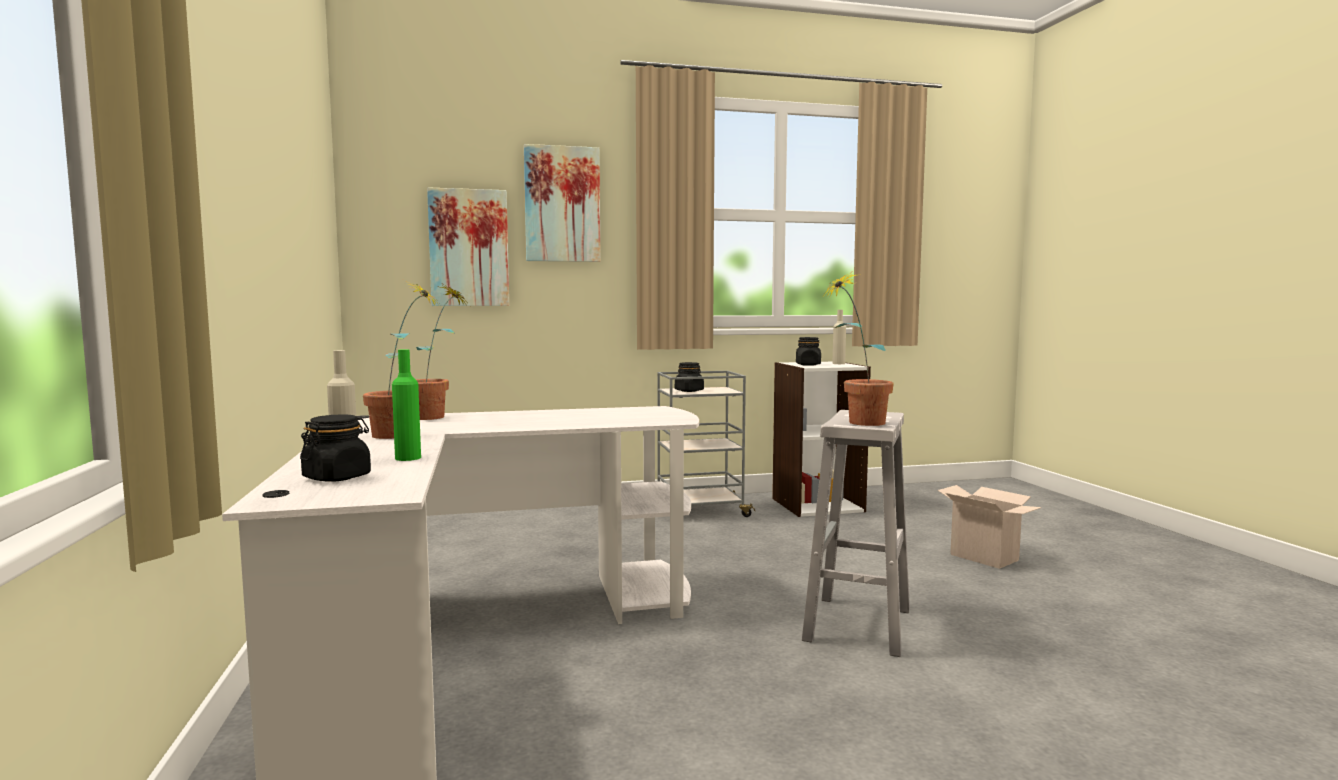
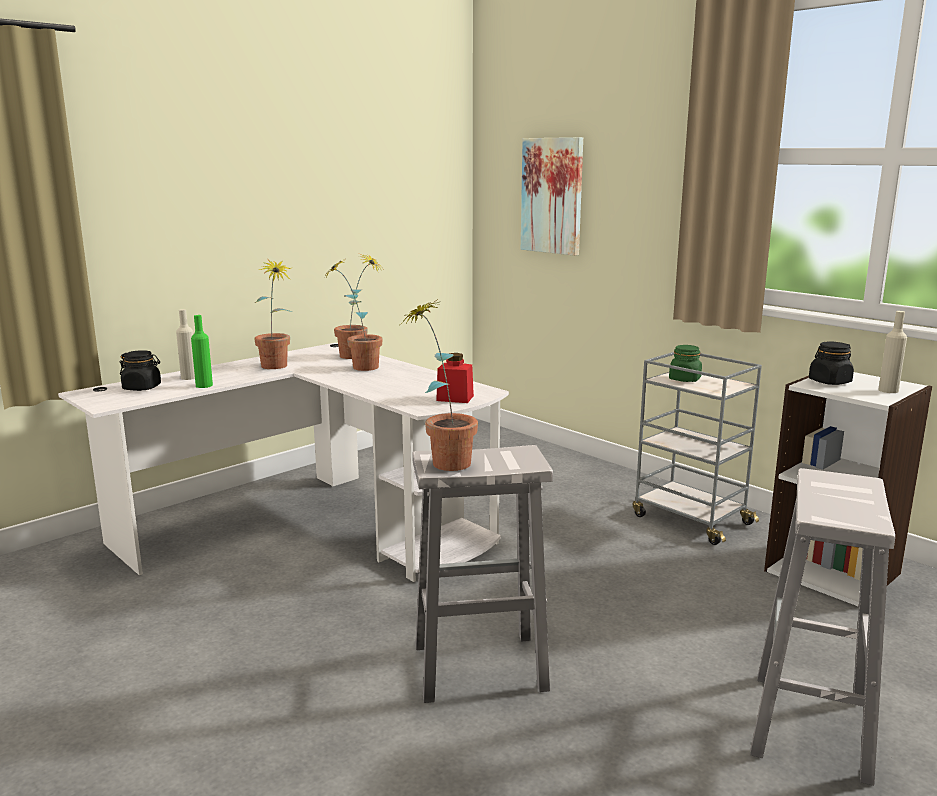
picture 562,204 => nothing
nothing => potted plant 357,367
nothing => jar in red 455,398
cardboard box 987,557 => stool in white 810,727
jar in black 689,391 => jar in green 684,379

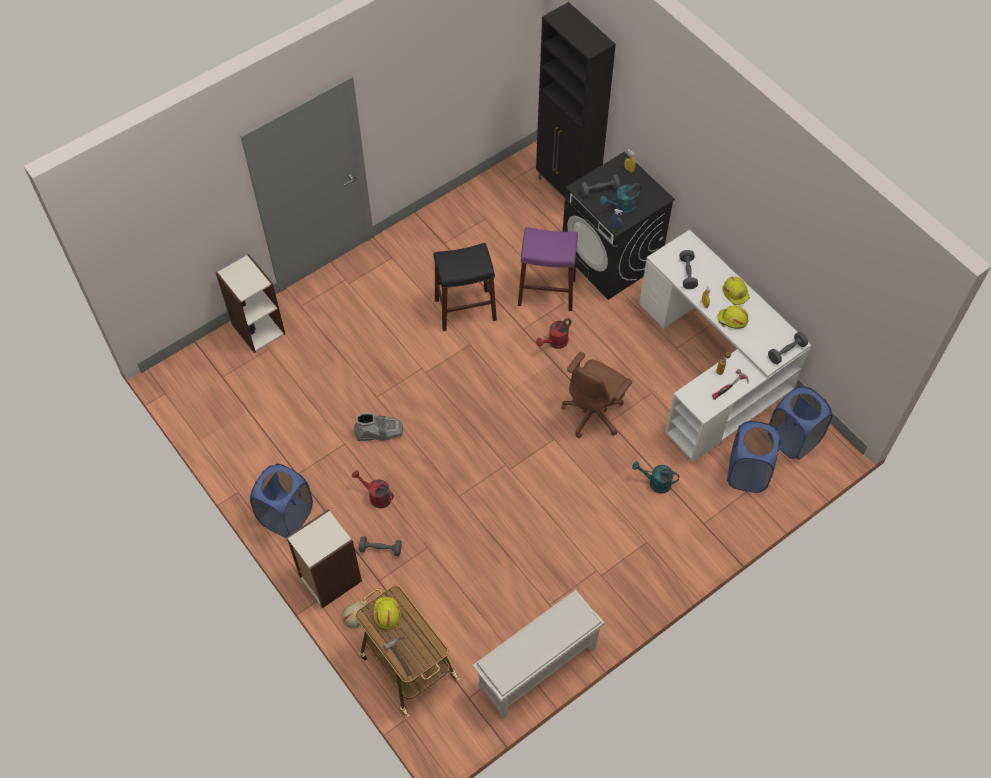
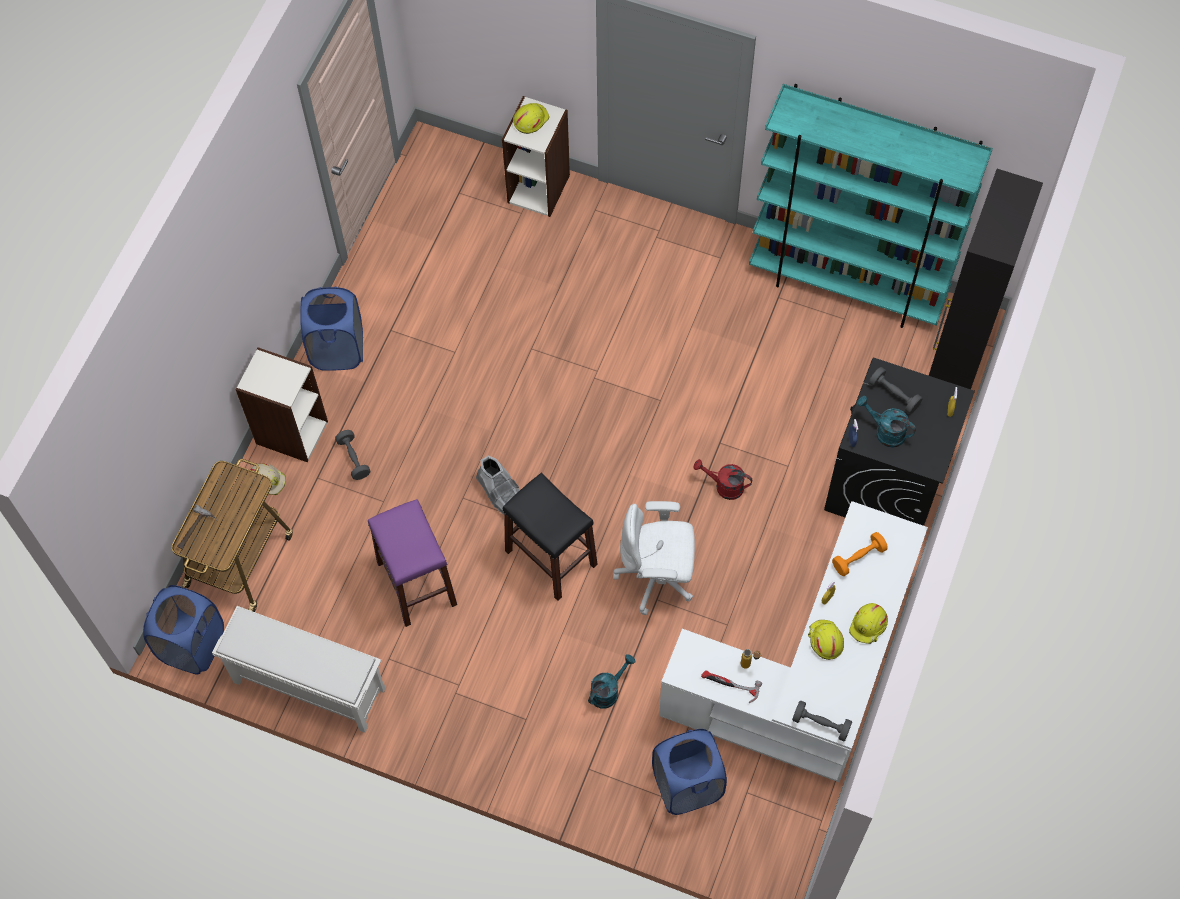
watering can in red 376,496 => nothing
nothing => bookcase in turquoise 848,285
boot in grey 379,431 => boot in grey 501,493, move
hard hat in yellow 386,614 => hard hat in yellow 530,119, move
stool in black 465,309 => stool in black 551,558, move
stool in purple 546,292 => stool in purple 417,583, move
laundry basket in blue 792,439 => laundry basket in blue 192,645, move
office chair in brown 594,413 => office chair in white 657,577
dumbbell in grey 687,274 => dumbbell in orange 858,558
watering can in turquoise 655,483 => watering can in turquoise 608,690, 60 degrees clockwise

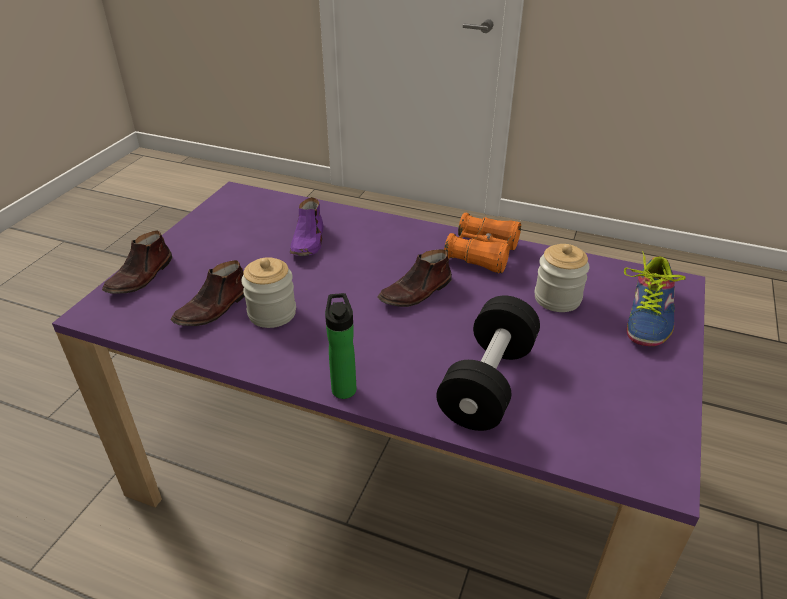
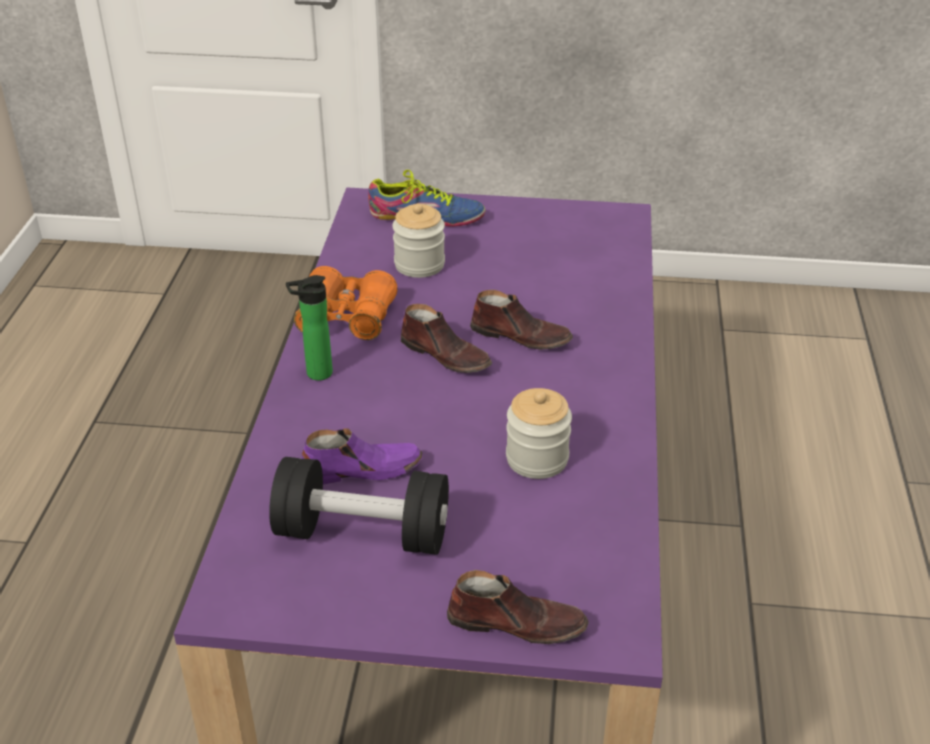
shoe in brown 214,308 => shoe in brown 521,336, move
bottle 343,387 => bottle 315,374, move
dumbbell in black 488,382 => dumbbell in black 362,533, move

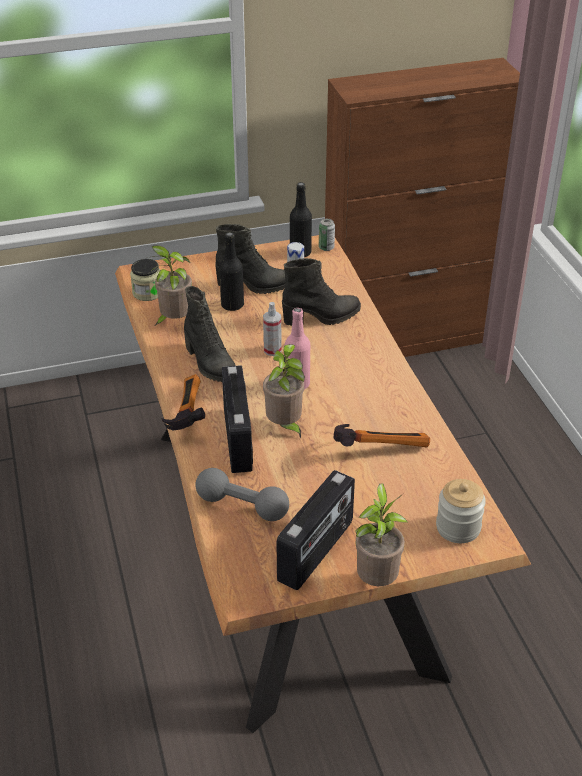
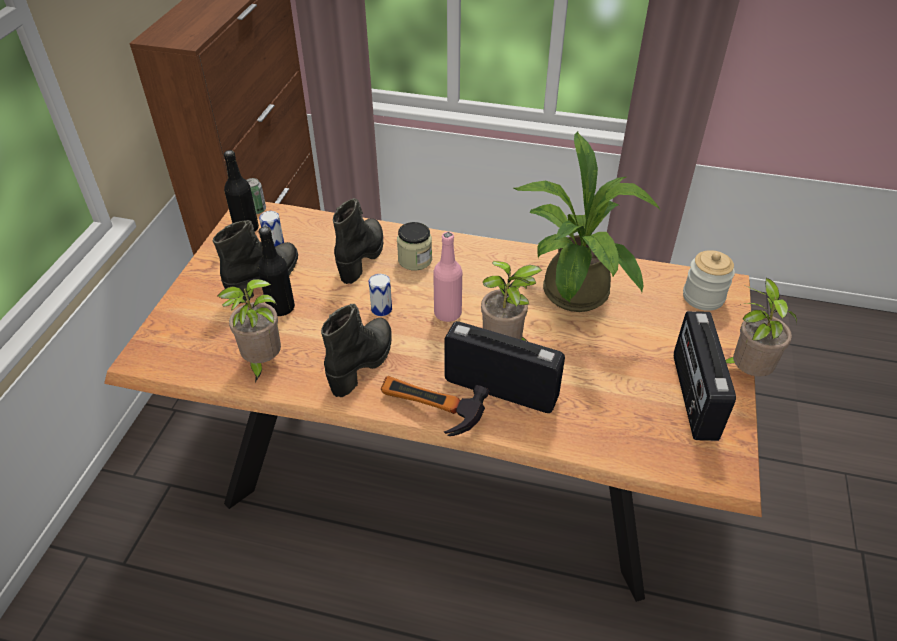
dumbbell in grey 242,506 => nothing
jar 147,293 => jar 415,260, move
spray bottle 272,350 => can 381,309
hammer 379,447 => potted plant 574,299
boot in black 209,364 => boot in black 363,363, 60 degrees counterclockwise
radio 317,552 => radio 692,396, 150 degrees counterclockwise

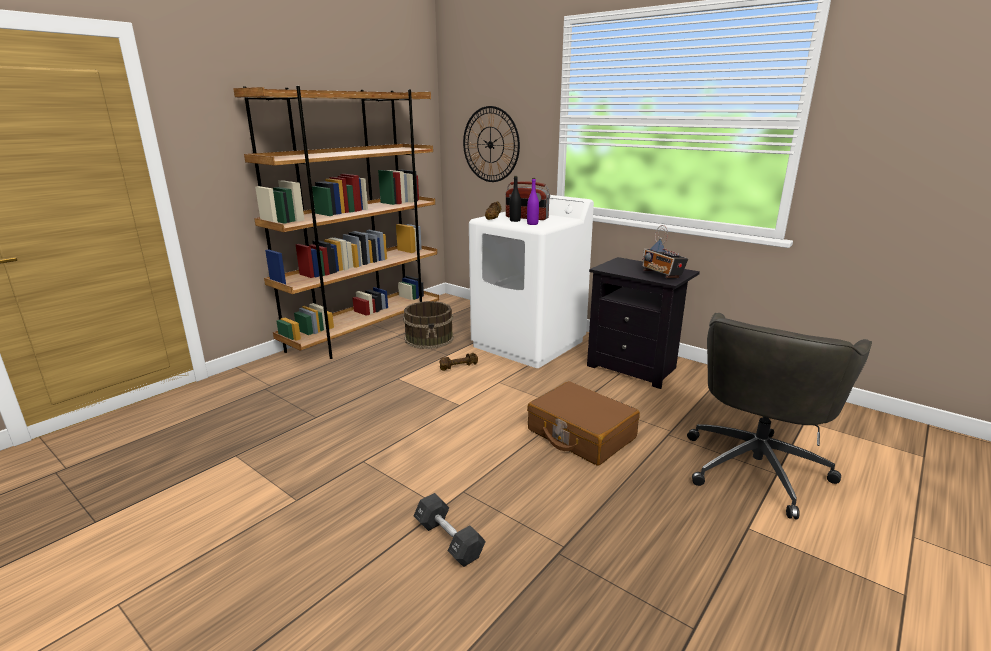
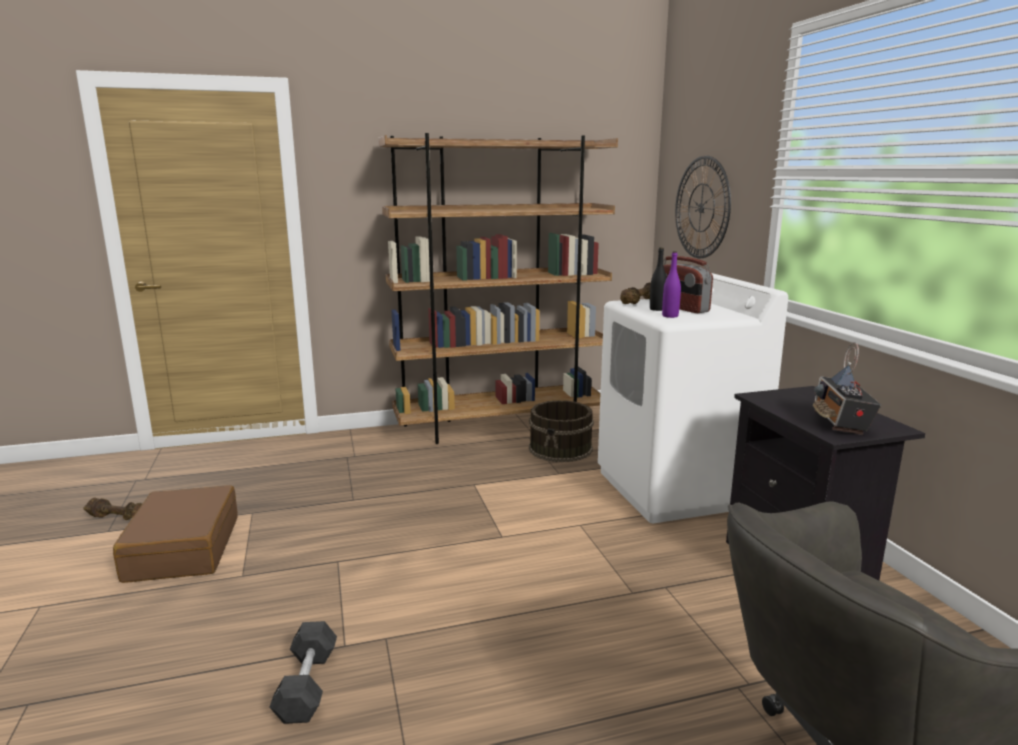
dumbbell in brown 458,367 => dumbbell in brown 117,517, move
suitcase in brown 580,434 => suitcase in brown 182,548, move

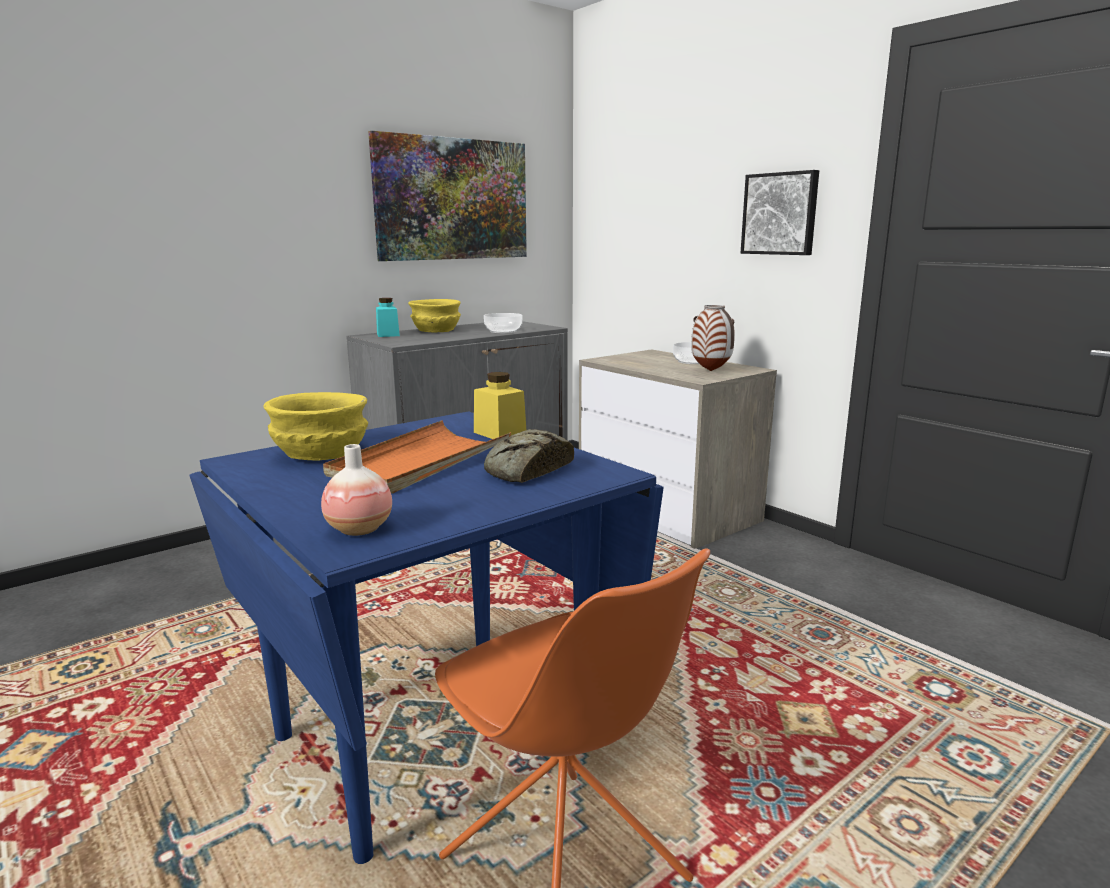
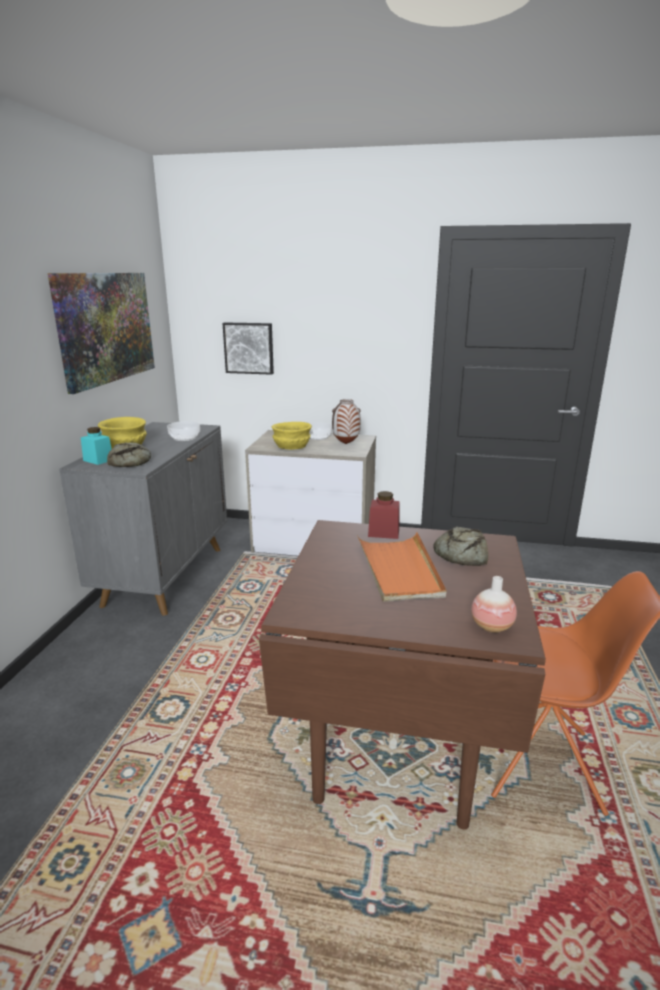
nothing => bread 132,461
bowl in yellow 320,453 => bowl in yellow 291,447, move
picture 780,214 => picture 249,348, move
dining table in blue 436,736 => dining table in brown 398,742
jar in yellow 500,433 => jar in red 383,532

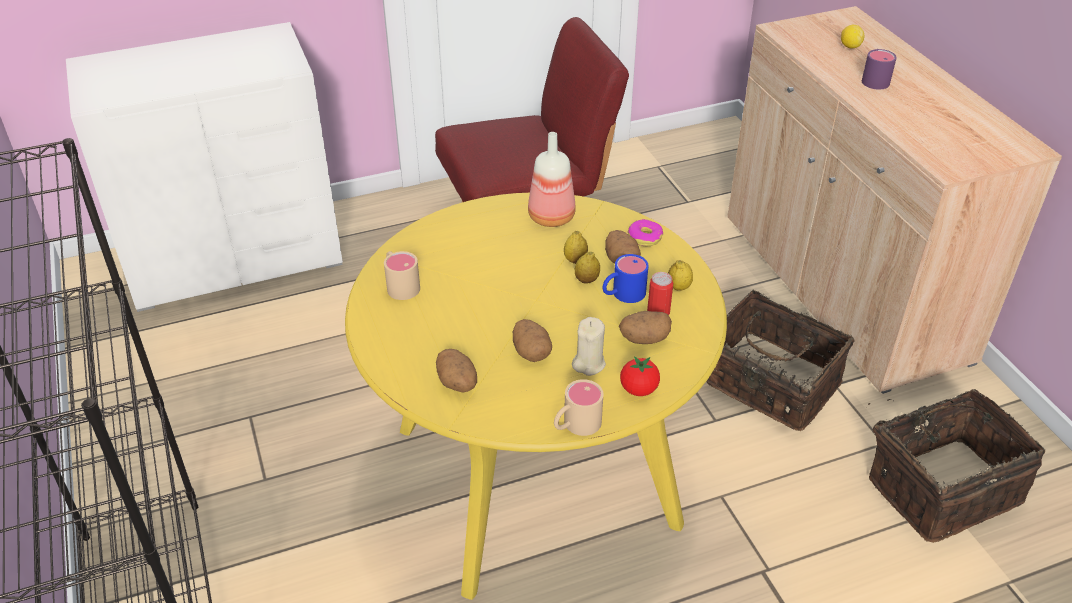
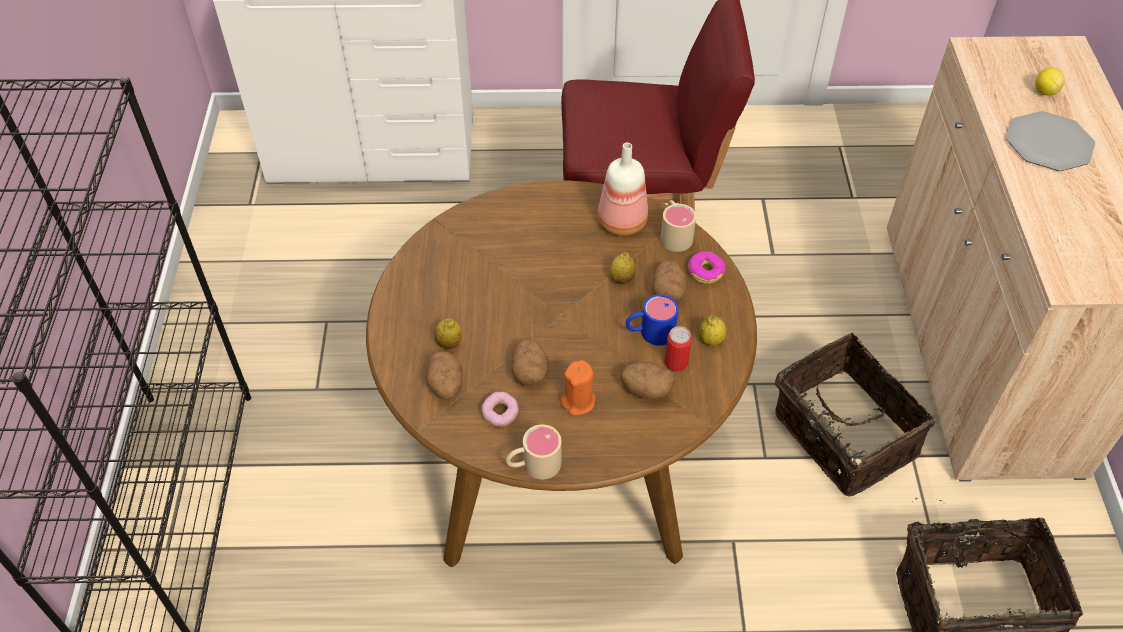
tomato 638,389 => nothing
nothing => donut 500,414
mug in beige 400,284 => mug in beige 674,234, move
lemon 586,280 => lemon 449,343, move
mug in purple 874,79 => plate 1049,143
dining table in yellow 536,475 => dining table in brown 561,462
candle in beige 588,363 => candle in orange 578,401

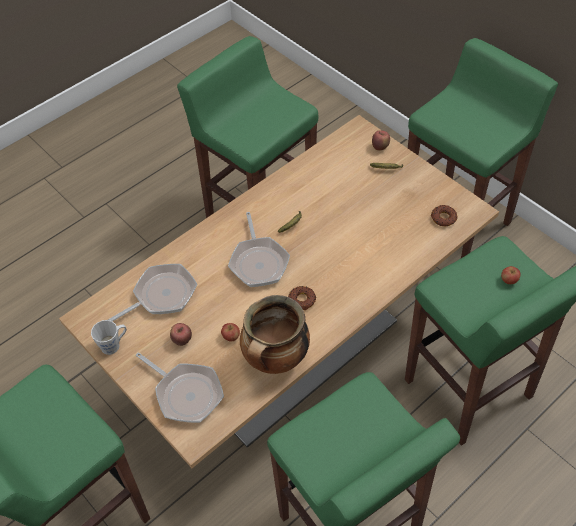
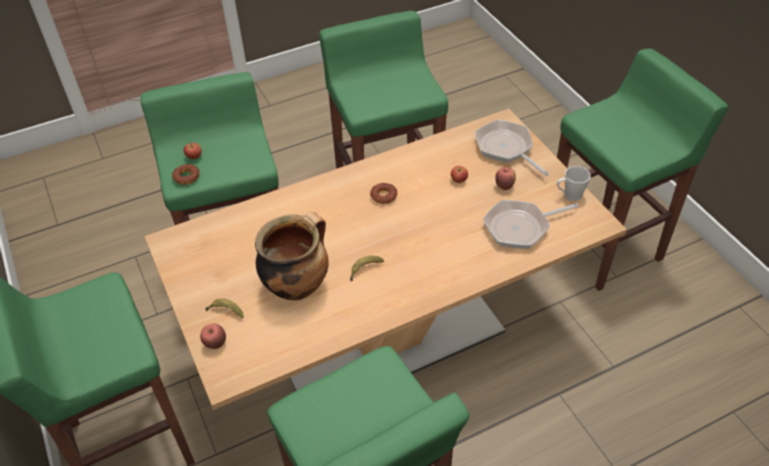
frying pan 258,262 => nothing
cooking pot 276,360 => cooking pot 297,285, move
donut 443,218 => donut 186,177, move

